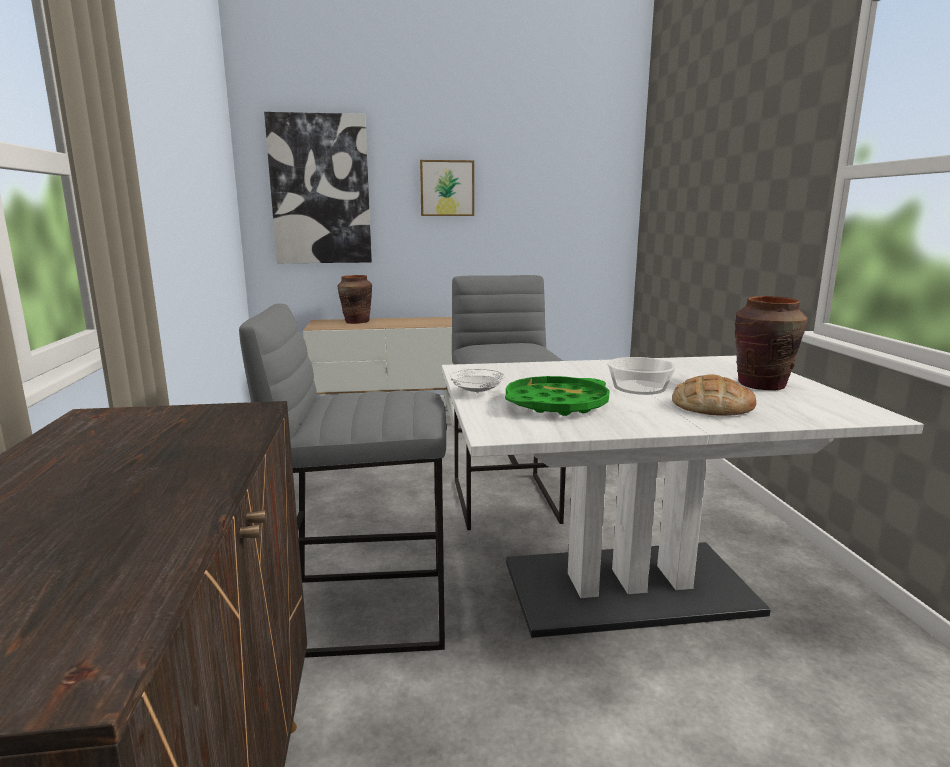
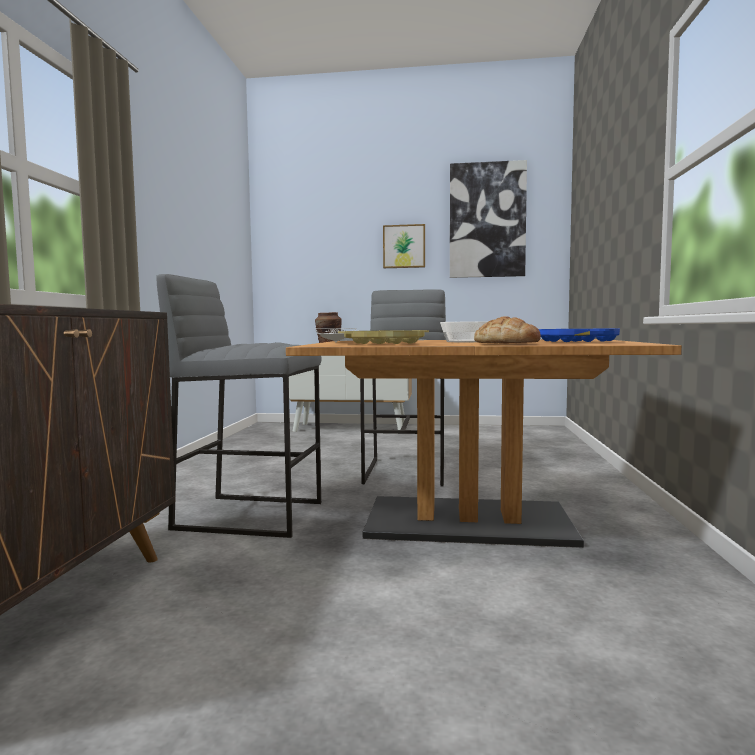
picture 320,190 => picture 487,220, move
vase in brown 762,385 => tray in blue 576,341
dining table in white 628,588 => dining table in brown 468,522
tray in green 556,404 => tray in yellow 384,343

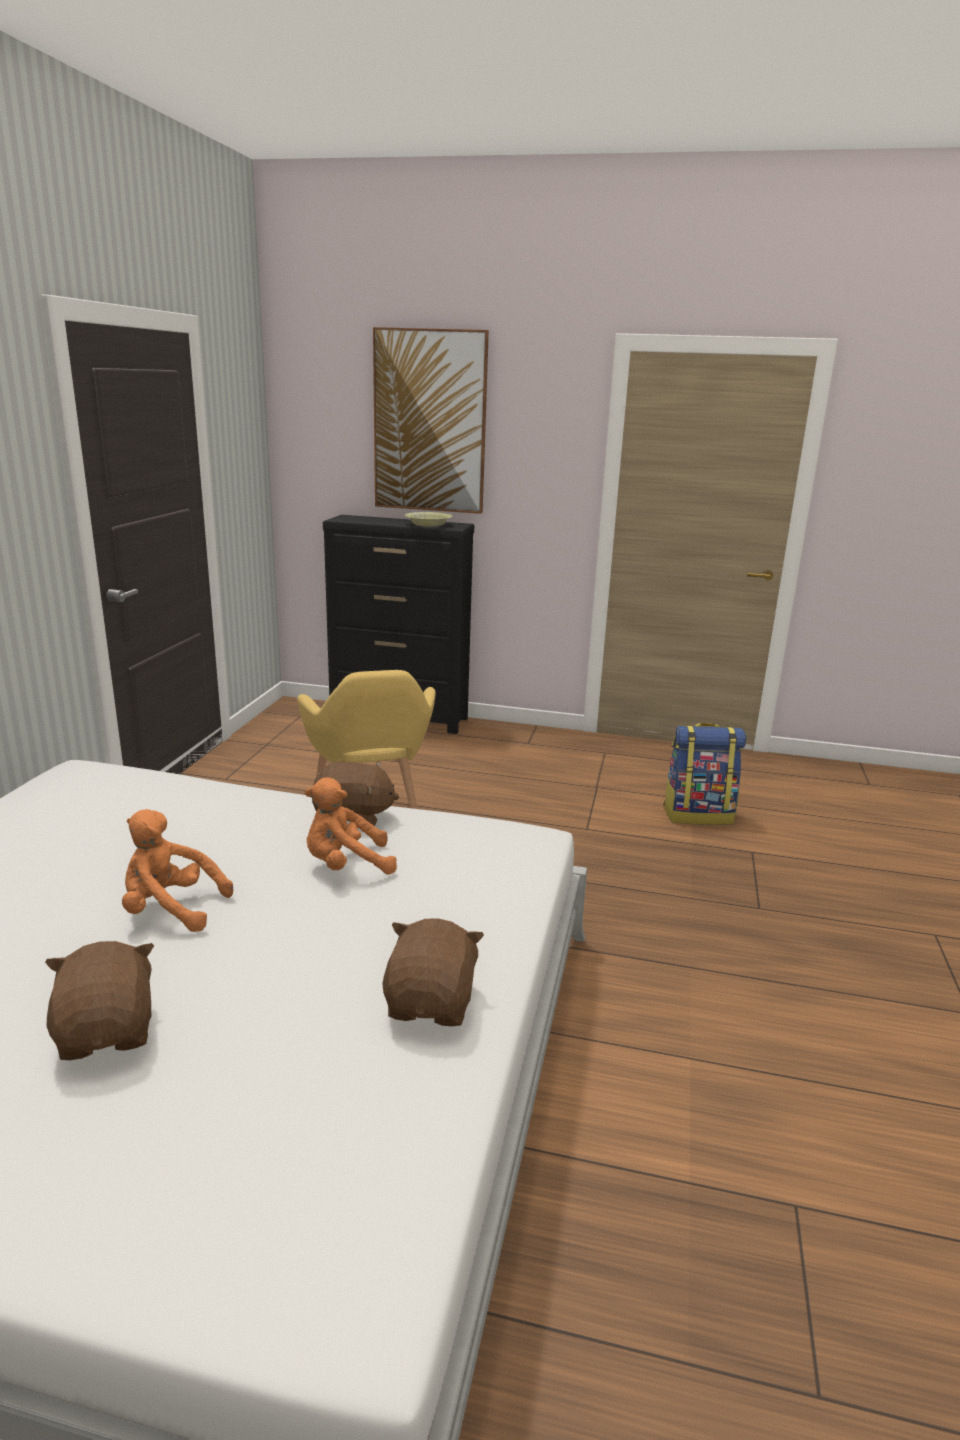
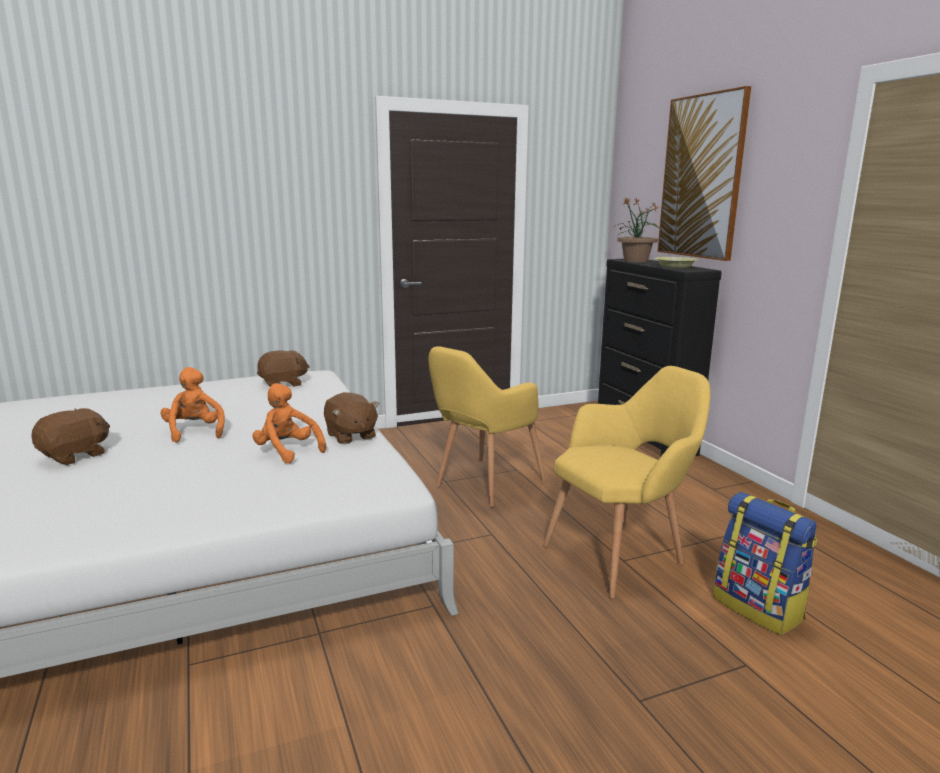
nothing => armchair in yellow 622,555
nothing => potted plant 635,261
plush toy in brown 432,1003 => plush toy in brown 283,384, move

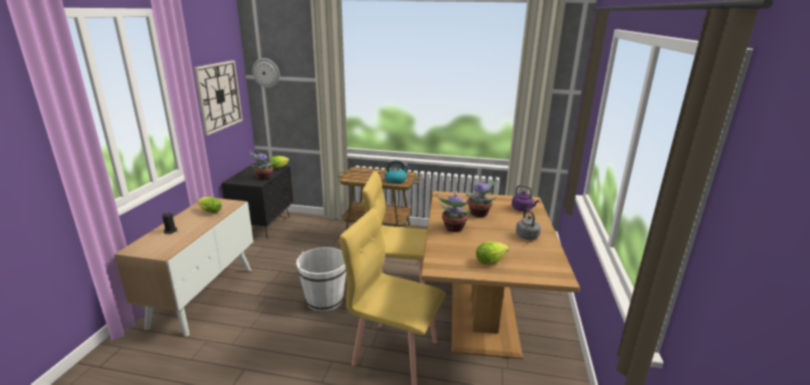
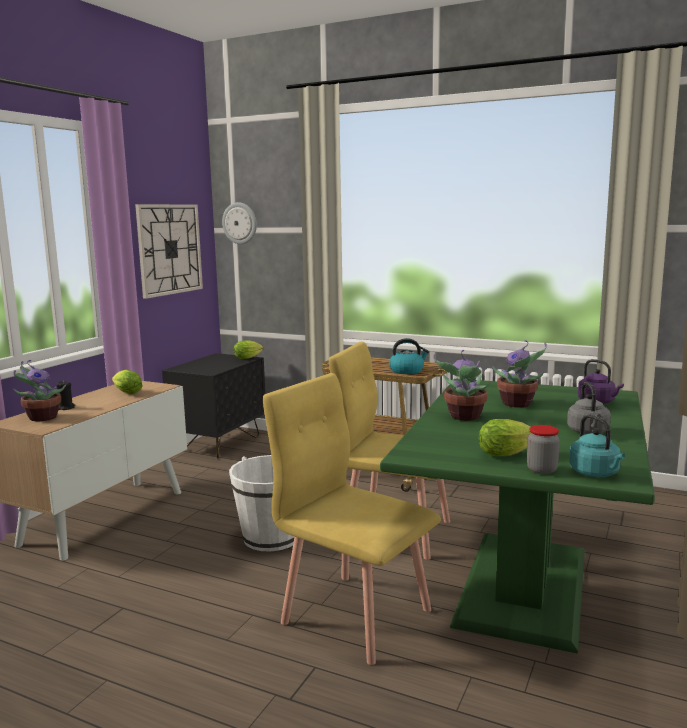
nothing => jar 542,470
nothing => kettle in turquoise 596,473
potted plant 263,177 => potted plant 41,418, move
dining table in brown 482,317 => dining table in green 520,586

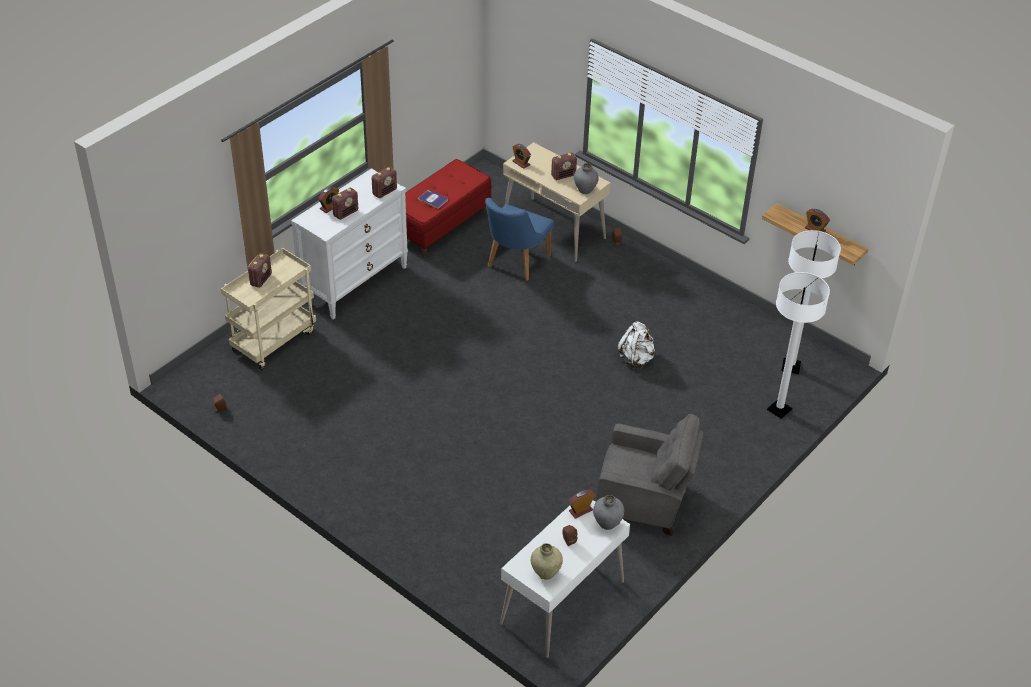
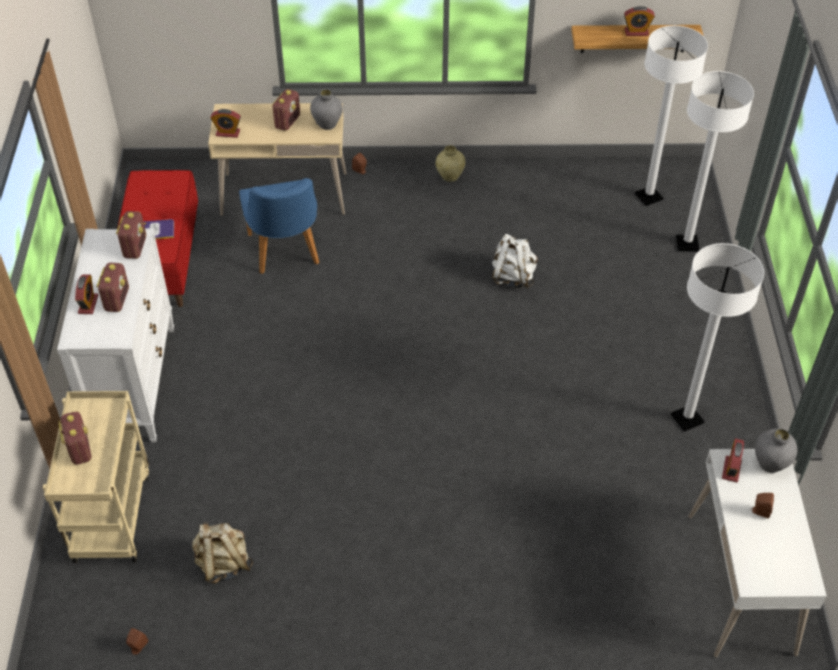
nothing => backpack in beige 223,564
vase in beige 546,572 => vase in beige 450,176, move
armchair in grey 644,503 => floor lamp in white 687,419

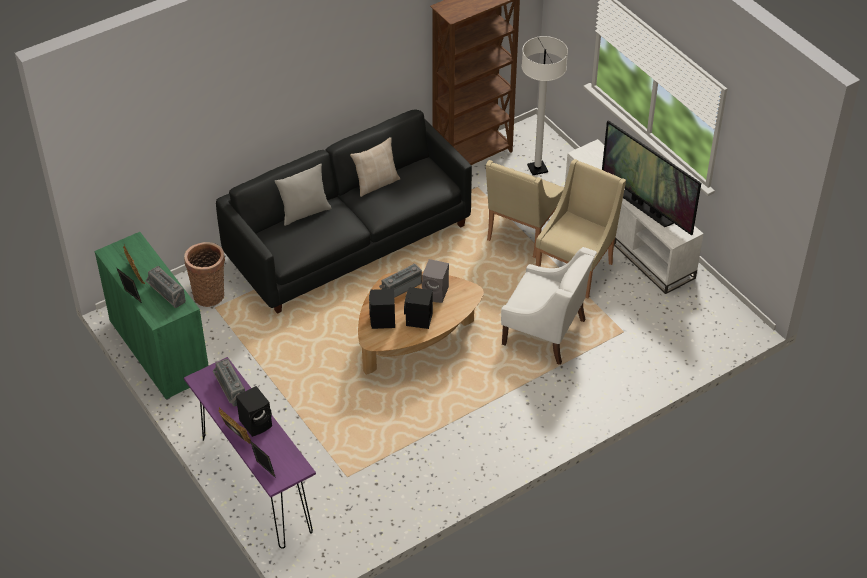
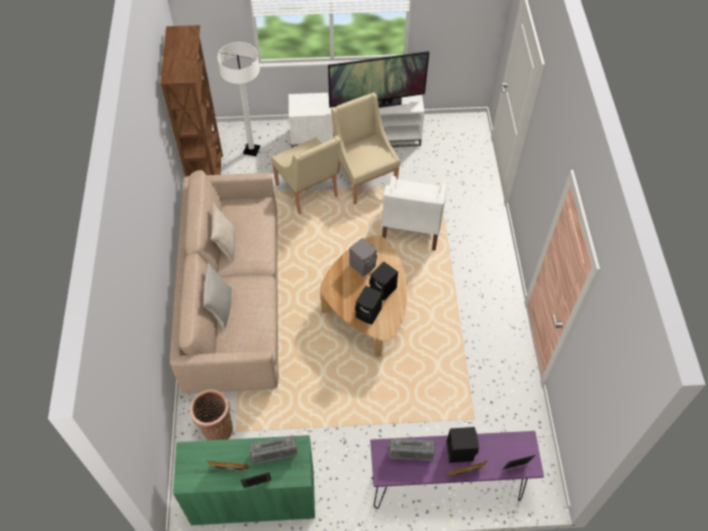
radio 400,287 => nothing
sofa in black 348,241 => sofa in beige 233,300
armchair in white 545,333 => armchair in white 411,227, 135 degrees clockwise

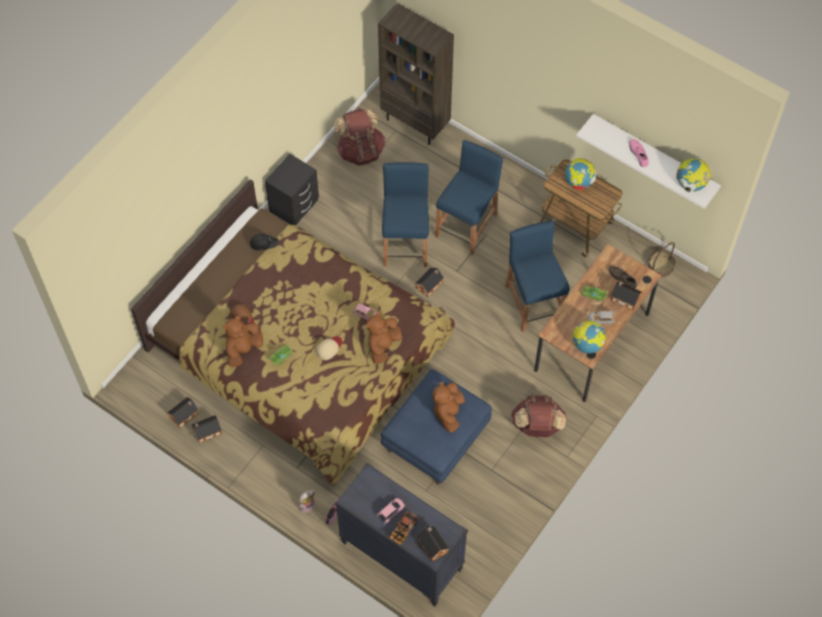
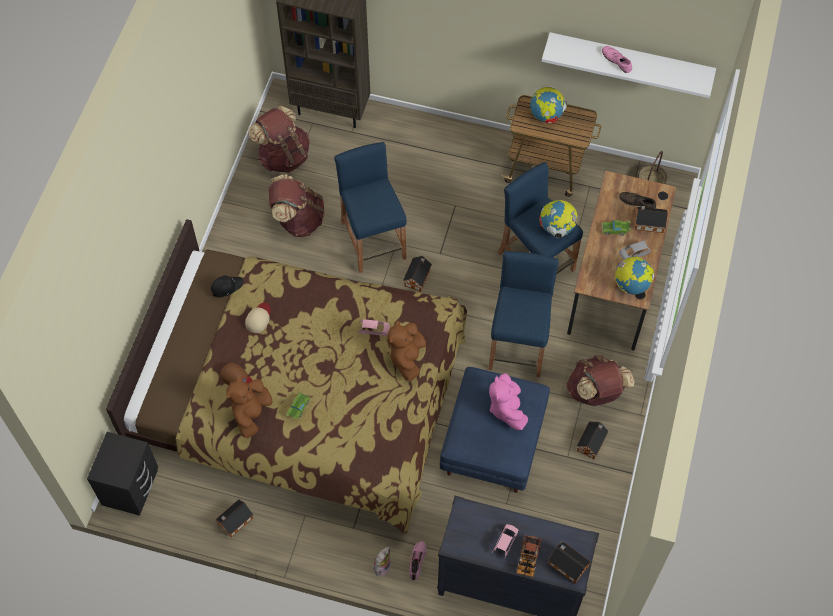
nothing => backpack in brown 298,220
toy house 185,415 => toy house 592,442, move
nightstand in black 294,206 => nightstand in black 130,487, move
cap in beige 329,348 => cap in beige 258,318, move
stool in blue 467,225 => stool in blue 518,344, move
globe 690,184 => globe 556,228, move
plush toy in brown 448,412 => plush toy in pink 506,408

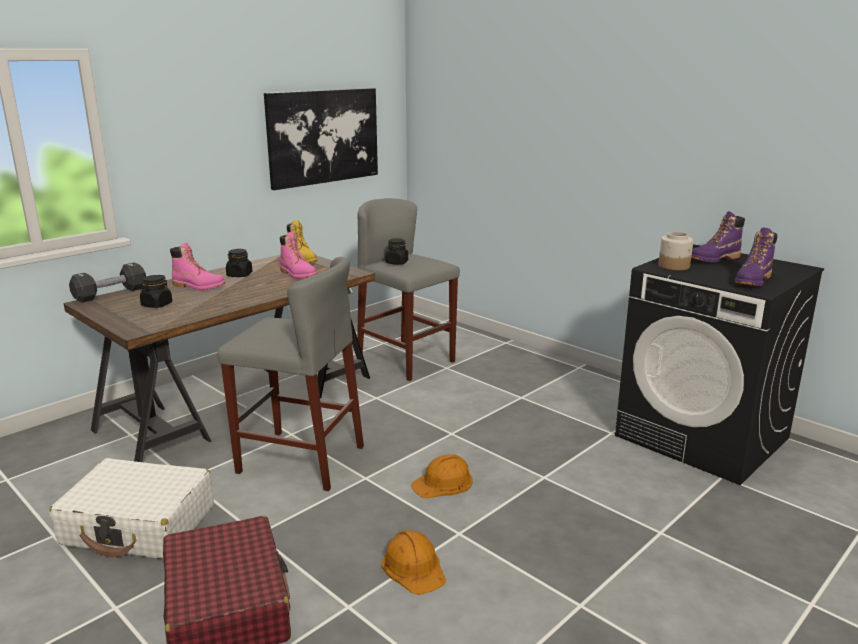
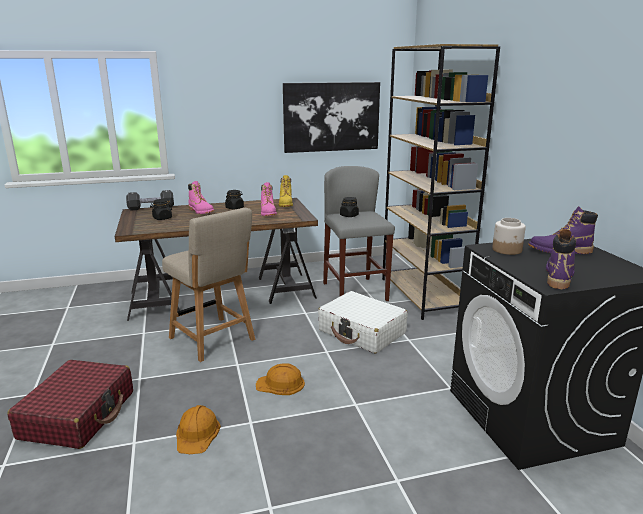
nothing => bookcase in brown 424,295
suitcase in white 139,525 => suitcase in white 362,332, move
stool in grey 300,459 => chair in beige 214,340
boot in purple 752,281 => boot in purple 558,276, 135 degrees clockwise

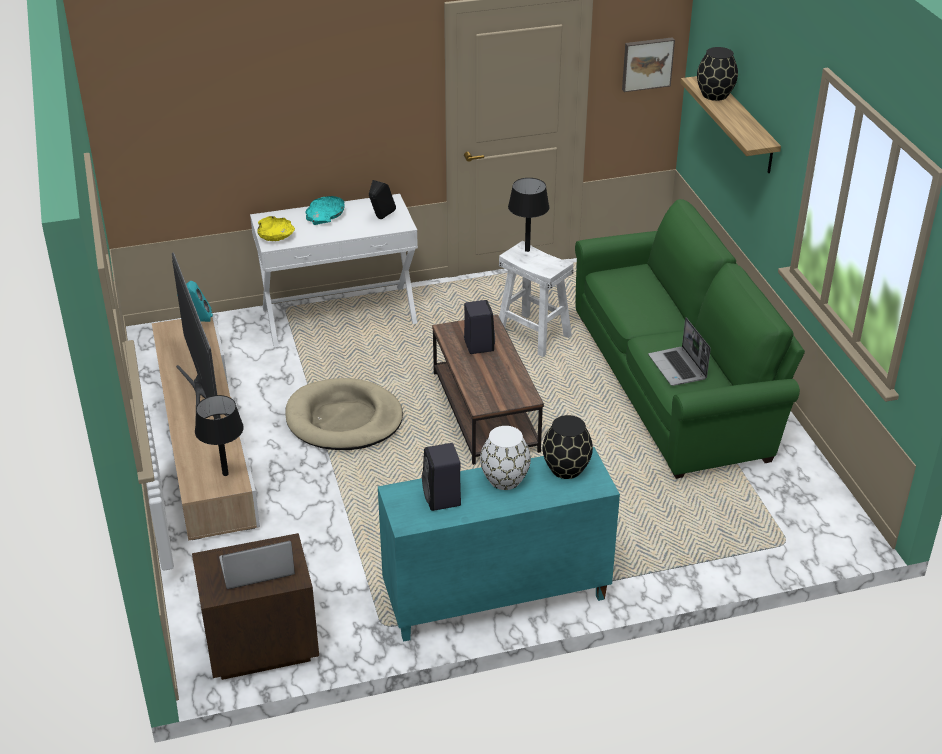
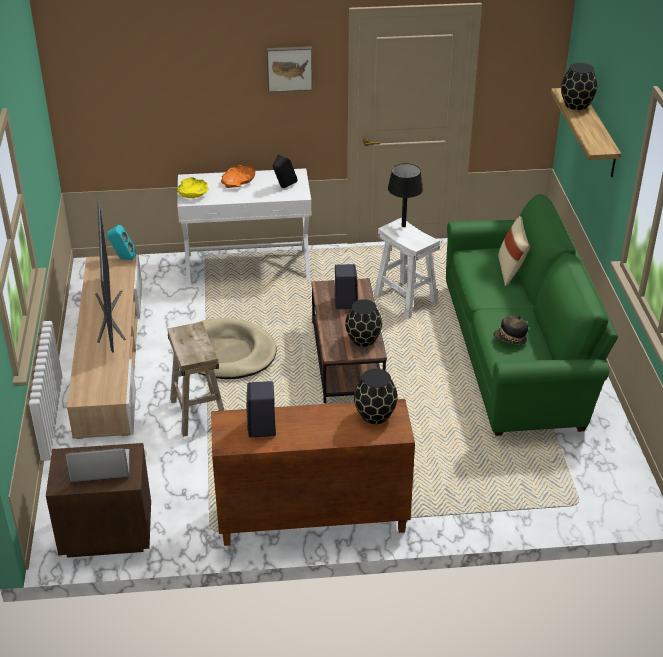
table lamp in black 225,474 => nothing
vase in white 504,479 => nothing
nothing => stool in beige 198,412
nothing => vase in black 363,340
nothing => pillow in beige 511,271
picture 647,63 => picture 289,68, move
laptop 678,368 => hat 510,339
bowl in turquoise 325,217 => bowl in orange 238,182
cabinet in turquoise 495,598 => cabinet in brown 311,519

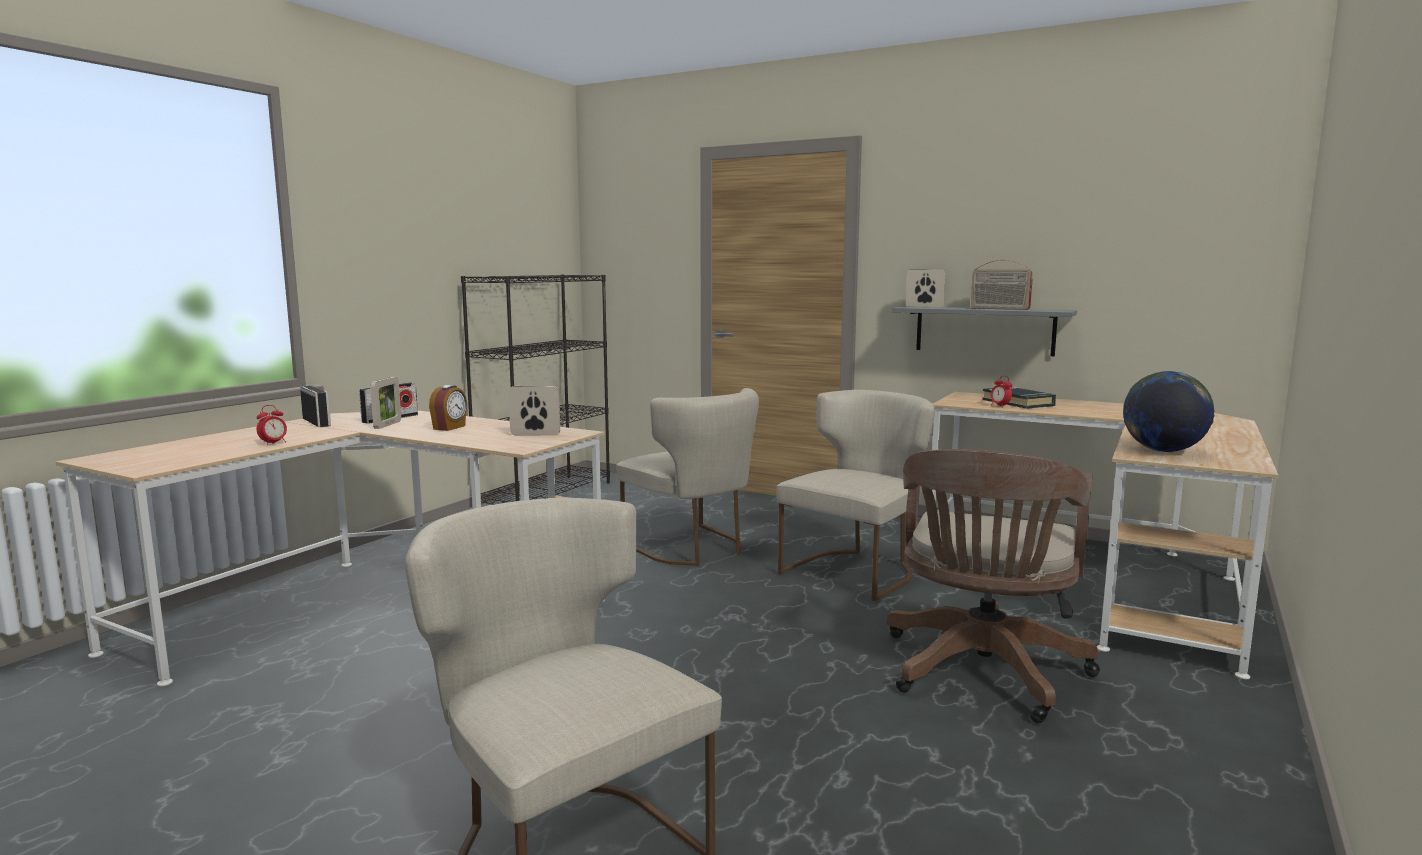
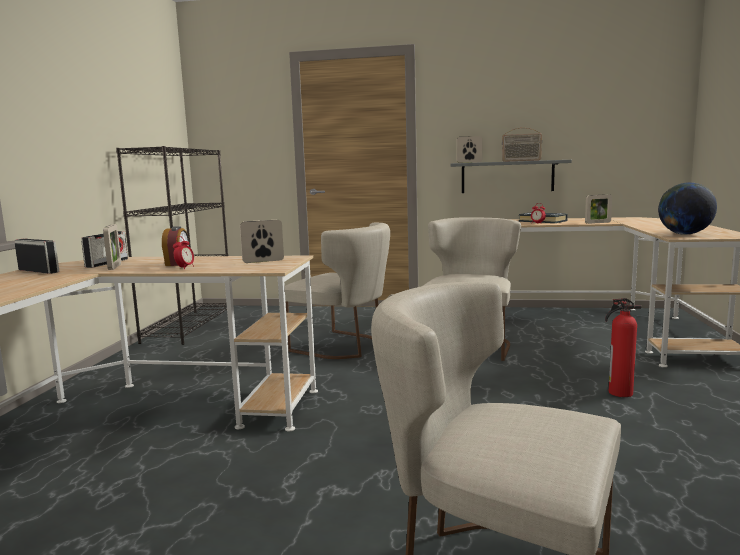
nothing => picture frame 598,223
alarm clock 273,443 => alarm clock 185,268, move
office chair in brown 982,674 => fire extinguisher 618,392

